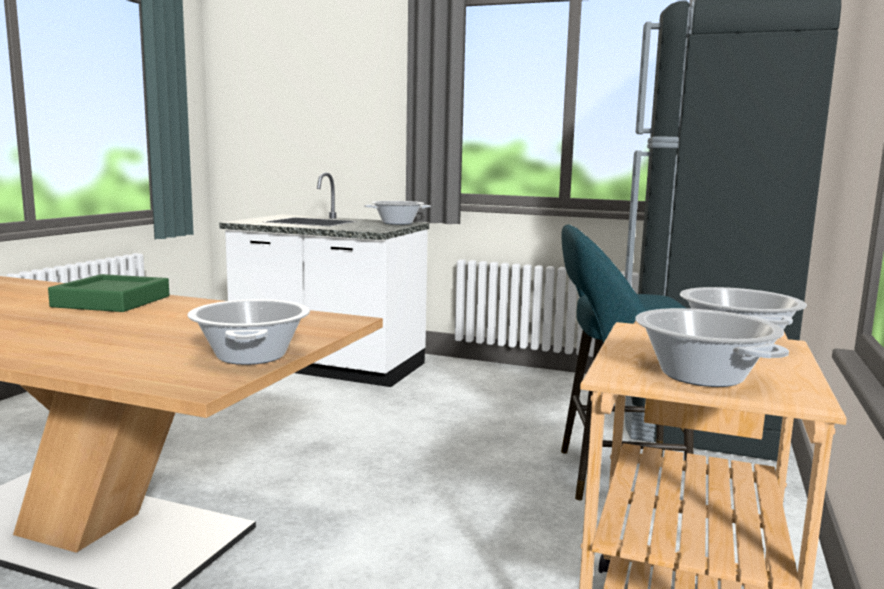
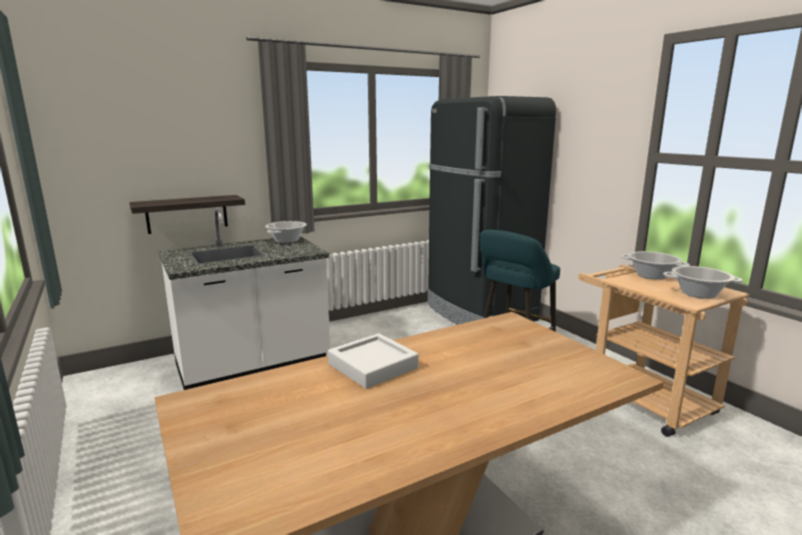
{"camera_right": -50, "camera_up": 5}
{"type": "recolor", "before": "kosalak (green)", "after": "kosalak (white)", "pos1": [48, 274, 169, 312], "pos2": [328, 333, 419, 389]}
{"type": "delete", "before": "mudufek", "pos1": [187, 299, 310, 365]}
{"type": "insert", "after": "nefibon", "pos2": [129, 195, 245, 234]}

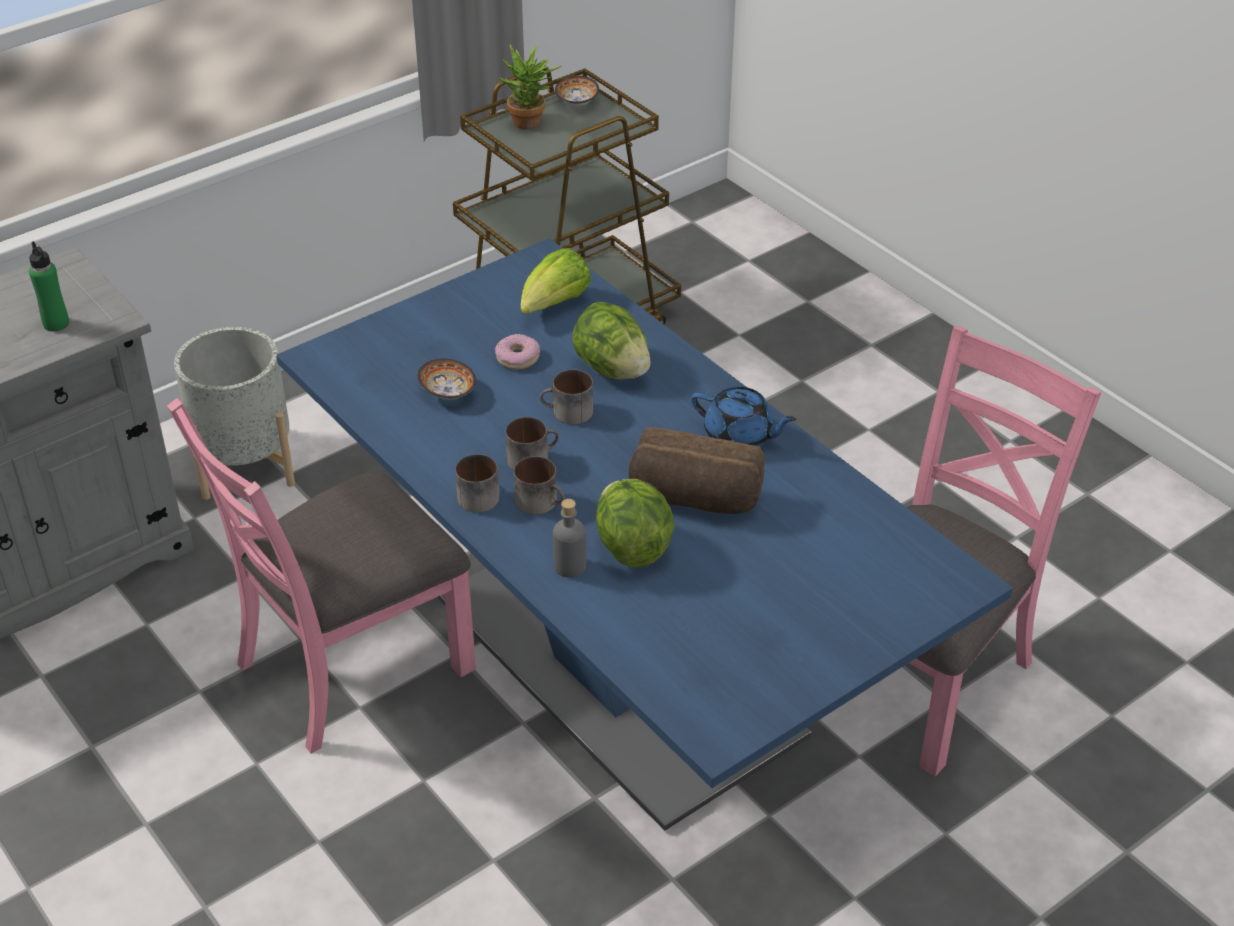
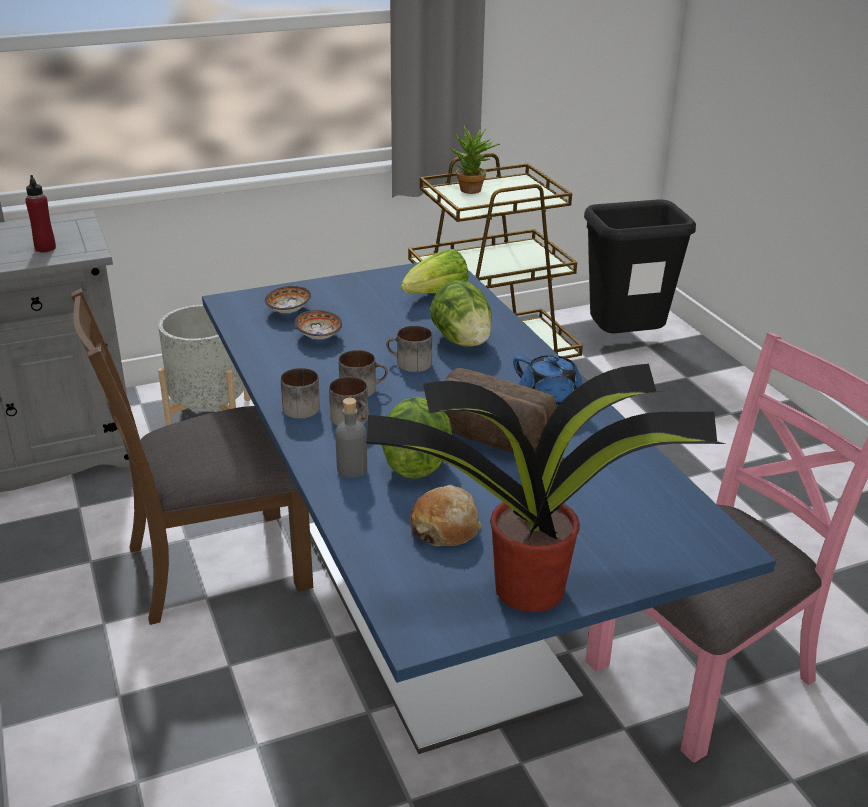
{"camera_right": 15, "camera_up": -10}
{"type": "move", "before": "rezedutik", "pos1": [555, 76, 599, 106], "pos2": [265, 286, 311, 313]}
{"type": "recolor", "before": "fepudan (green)", "after": "fepudan (red)", "pos1": [29, 241, 69, 331], "pos2": [25, 175, 56, 252]}
{"type": "delete", "before": "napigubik", "pos1": [495, 334, 540, 370]}
{"type": "recolor", "before": "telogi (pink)", "after": "telogi (brown)", "pos1": [167, 398, 476, 753], "pos2": [71, 288, 313, 625]}
{"type": "insert", "after": "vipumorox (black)", "pos2": [584, 199, 696, 333]}
{"type": "insert", "after": "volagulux", "pos2": [366, 364, 725, 612]}
{"type": "insert", "after": "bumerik", "pos2": [410, 485, 481, 546]}

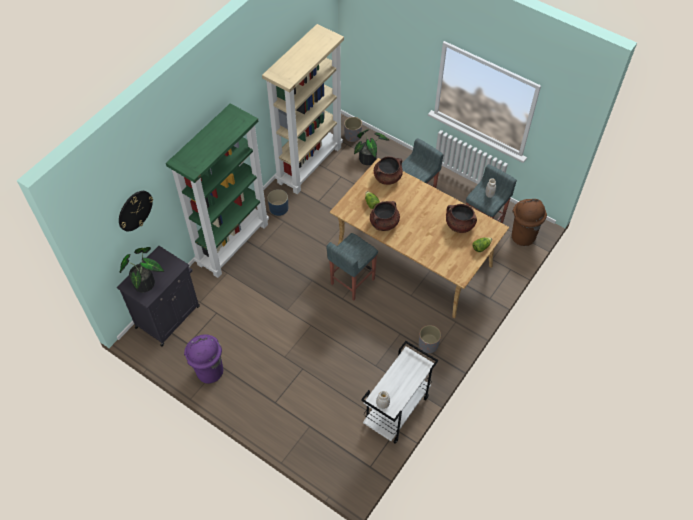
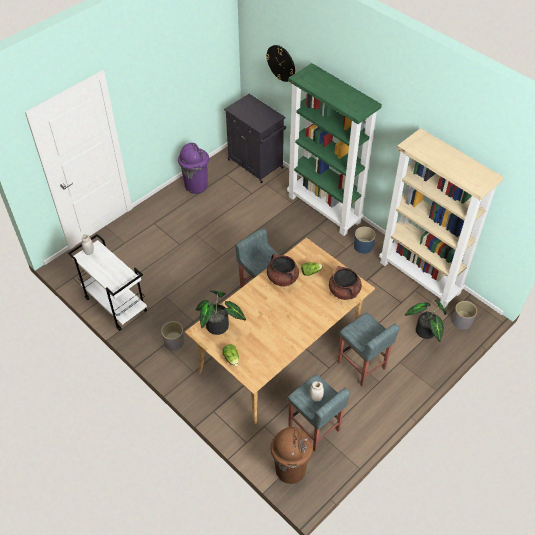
{"camera_right": 100, "camera_up": -5}
{"type": "delete", "before": "mudufek (brown)", "pos1": [446, 204, 477, 233]}
{"type": "move", "before": "volagulux", "pos1": [120, 247, 164, 292], "pos2": [195, 290, 246, 335]}

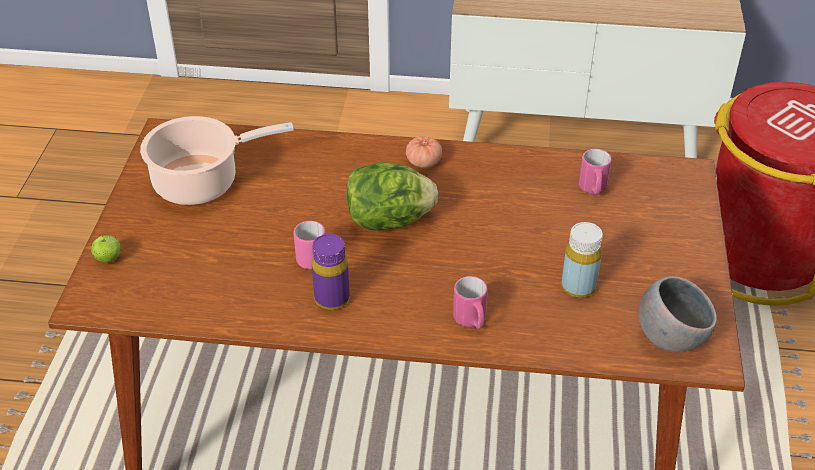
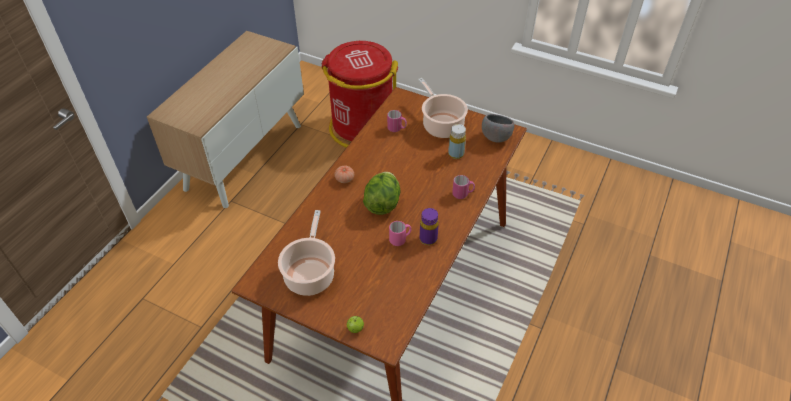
{"camera_right": -70, "camera_up": 5}
{"type": "insert", "after": "mudufek", "pos2": [418, 78, 468, 138]}

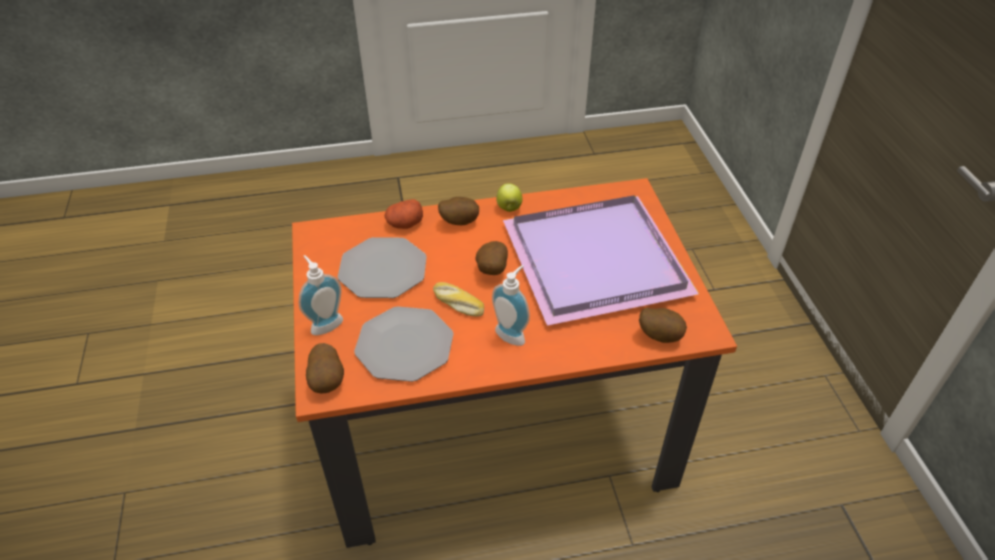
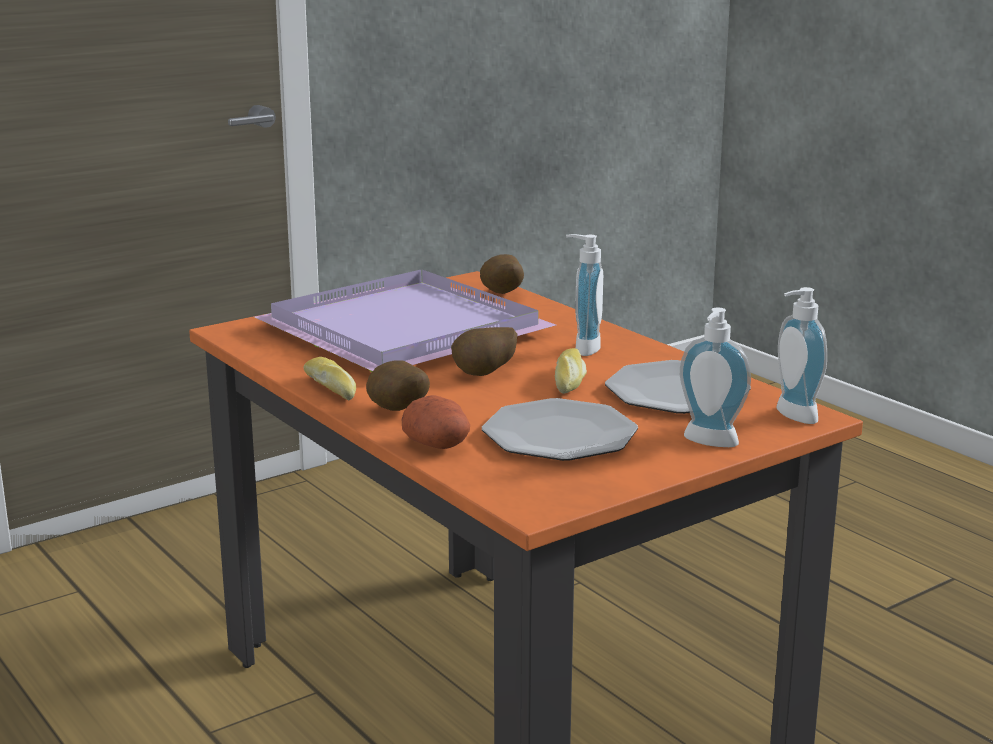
{"camera_right": -115, "camera_up": -25}
{"type": "replace", "before": "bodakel", "after": "bumerik", "pos1": [496, 183, 523, 212], "pos2": [304, 357, 356, 400]}
{"type": "replace", "before": "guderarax", "after": "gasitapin", "pos1": [306, 343, 344, 394], "pos2": [776, 287, 827, 424]}

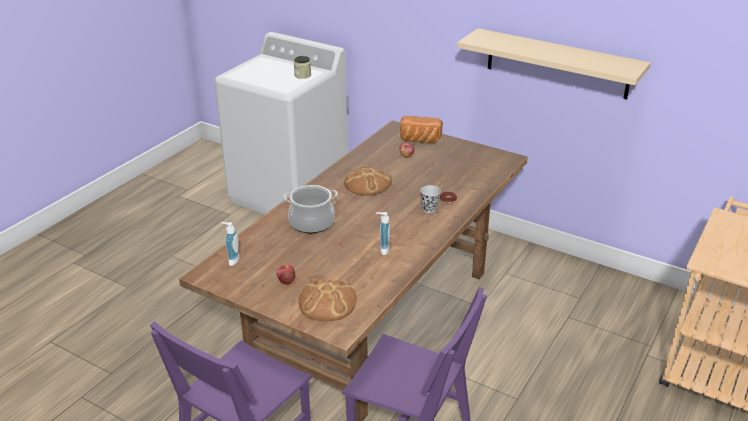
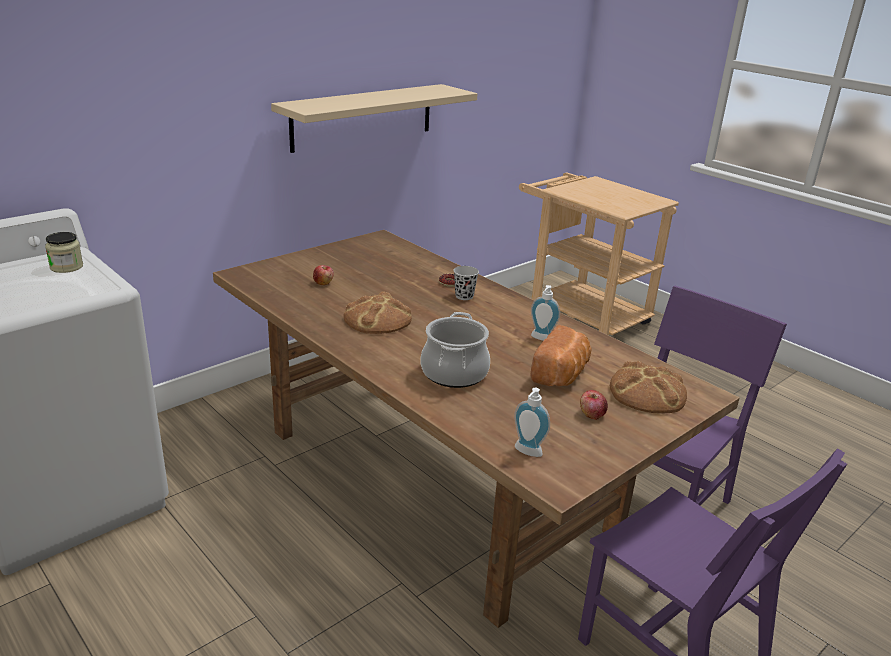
{"camera_right": -75, "camera_up": -5}
{"type": "move", "before": "bumerik", "pos1": [400, 116, 443, 143], "pos2": [531, 325, 592, 386]}

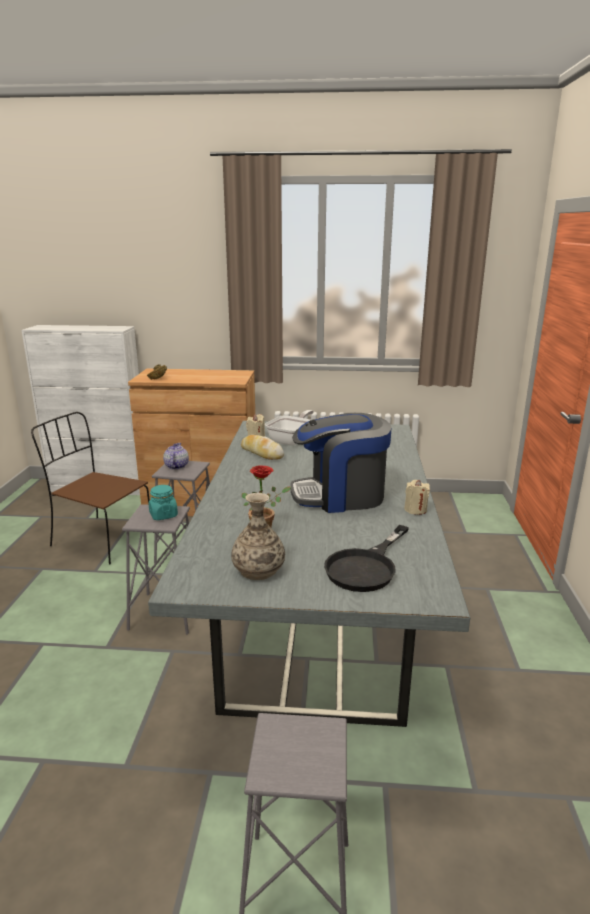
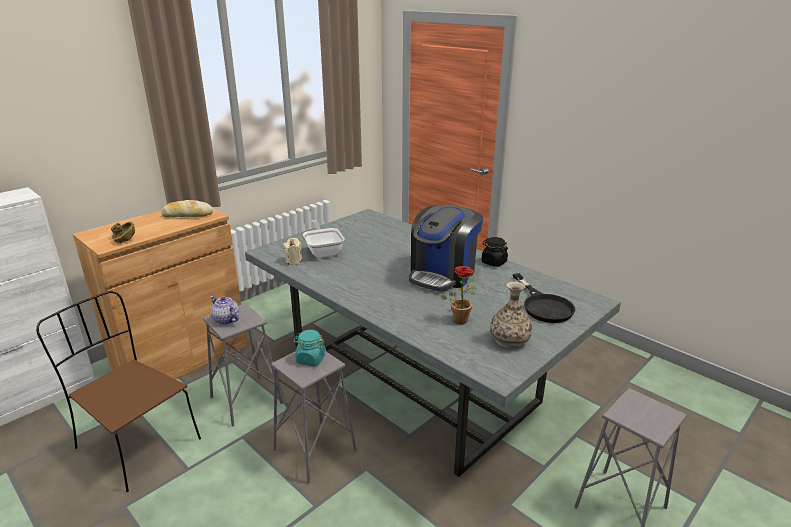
{"camera_right": -50, "camera_up": 5}
{"type": "rotate", "before": "telogi (brown)", "pos1": [31, 412, 150, 565], "pos2": [36, 291, 201, 492], "turn": 60}
{"type": "move", "before": "bumerik", "pos1": [241, 435, 284, 460], "pos2": [161, 200, 213, 218]}
{"type": "replace", "before": "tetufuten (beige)", "after": "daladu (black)", "pos1": [404, 480, 430, 515], "pos2": [481, 237, 508, 267]}

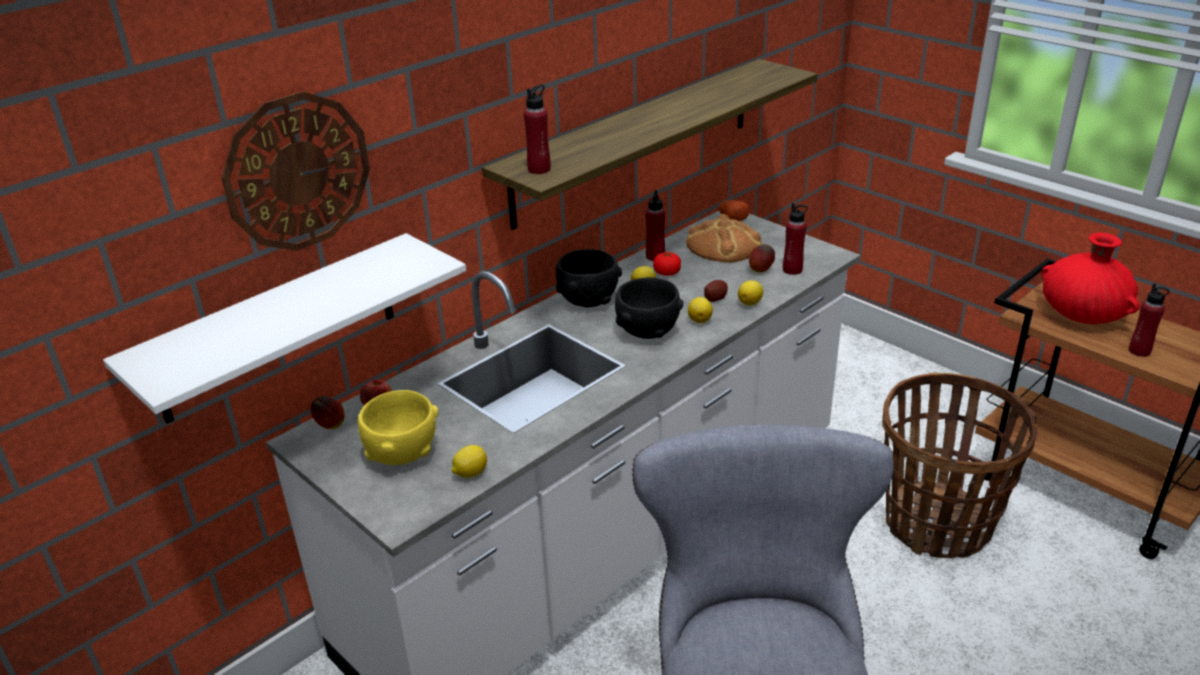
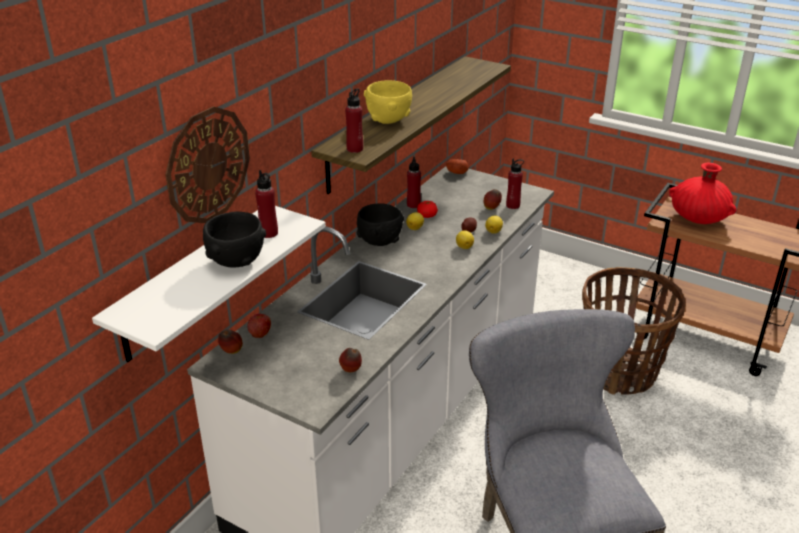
{"camera_right": -15, "camera_up": 0}
{"type": "delete", "before": "bumerik", "pos1": [686, 214, 762, 263]}
{"type": "move", "before": "rezedutik (black)", "pos1": [615, 277, 683, 339], "pos2": [203, 212, 266, 268]}
{"type": "move", "before": "fepudan (red)", "pos1": [1129, 283, 1170, 357], "pos2": [255, 170, 278, 238]}
{"type": "move", "before": "rezedutik (yellow)", "pos1": [358, 390, 438, 465], "pos2": [364, 80, 412, 124]}
{"type": "replace", "before": "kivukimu", "after": "bodakel", "pos1": [452, 445, 487, 478], "pos2": [339, 348, 362, 372]}

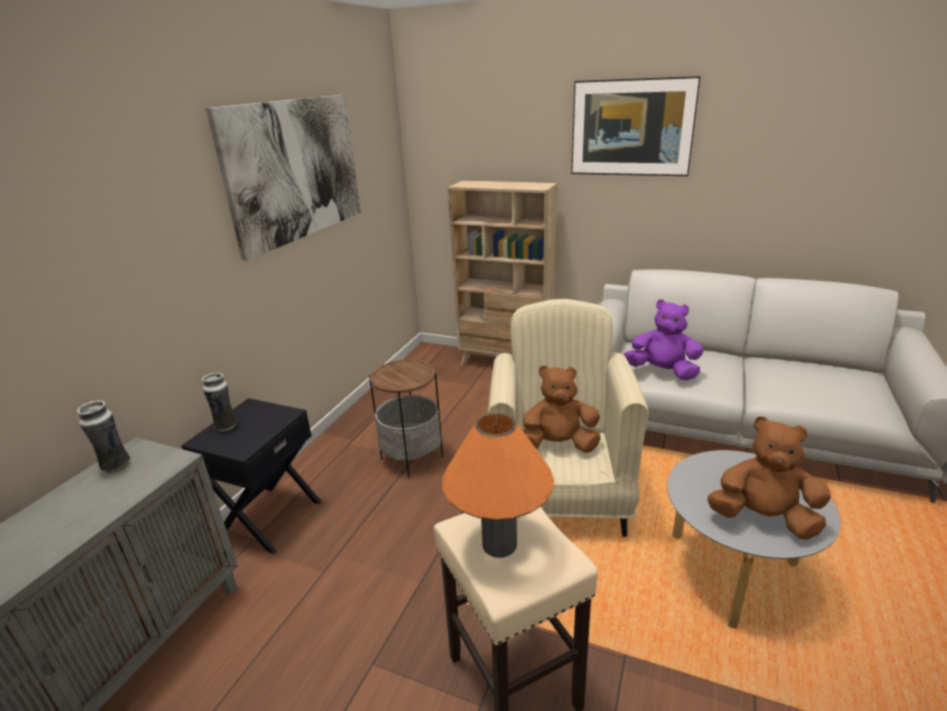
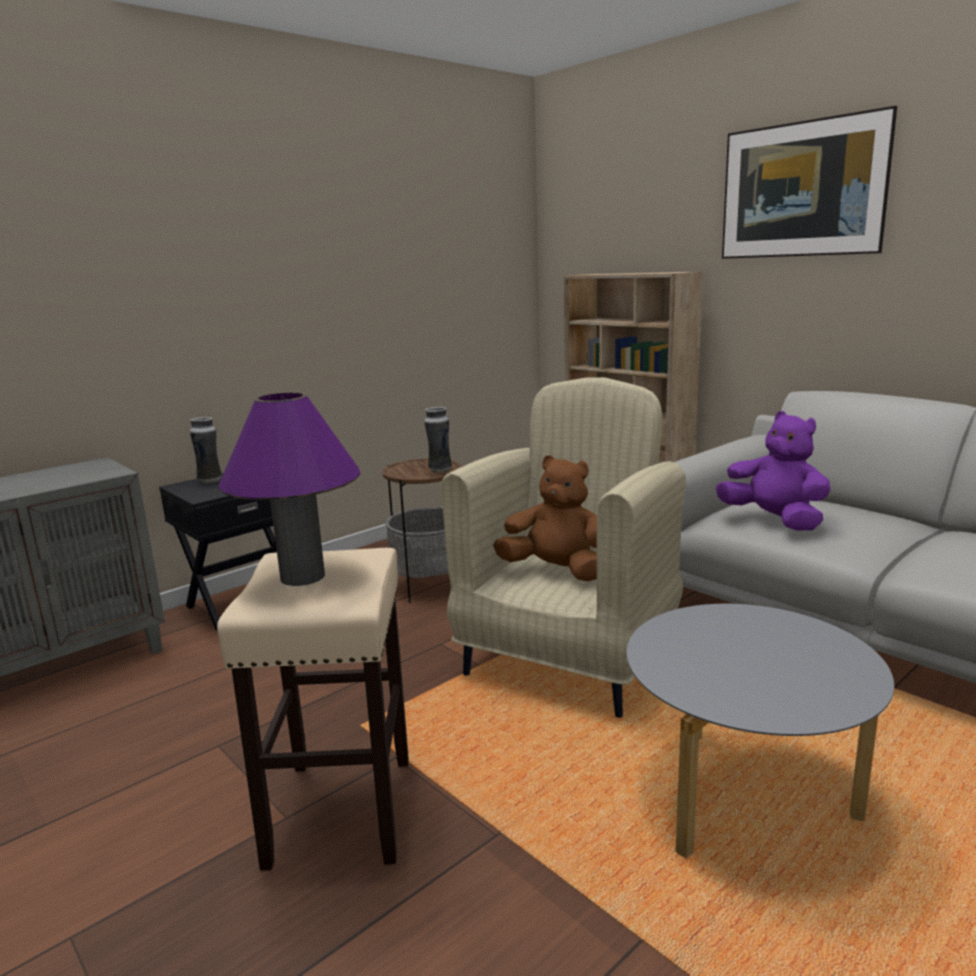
{"camera_right": 25, "camera_up": -10}
{"type": "delete", "before": "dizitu", "pos1": [206, 95, 361, 261]}
{"type": "move", "before": "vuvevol", "pos1": [77, 400, 130, 473], "pos2": [424, 407, 452, 473]}
{"type": "recolor", "before": "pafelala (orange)", "after": "pafelala (purple)", "pos1": [442, 413, 554, 558], "pos2": [218, 392, 360, 586]}
{"type": "delete", "before": "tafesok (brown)", "pos1": [707, 416, 831, 540]}

